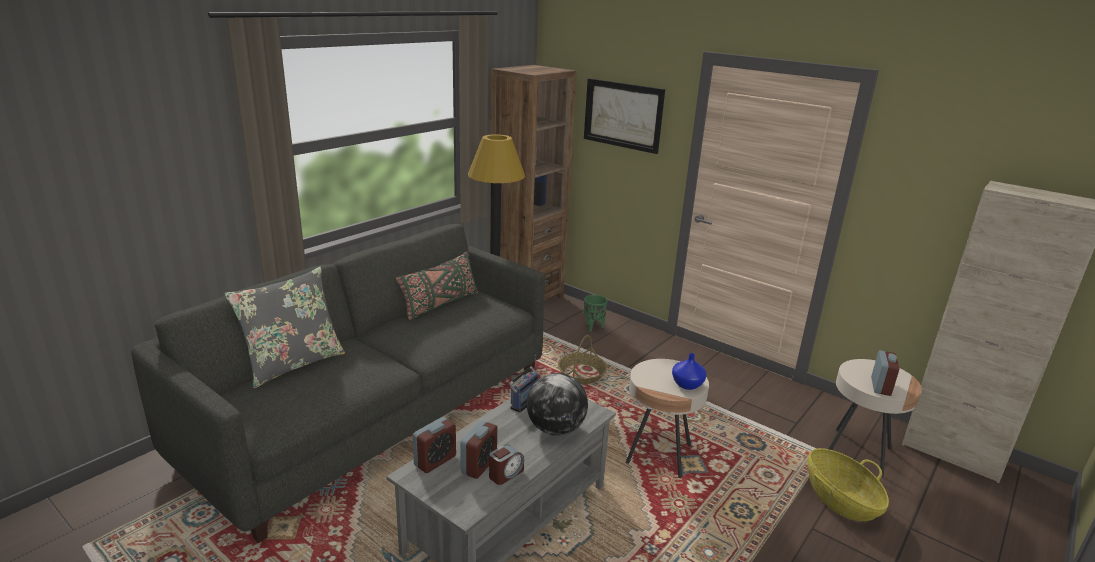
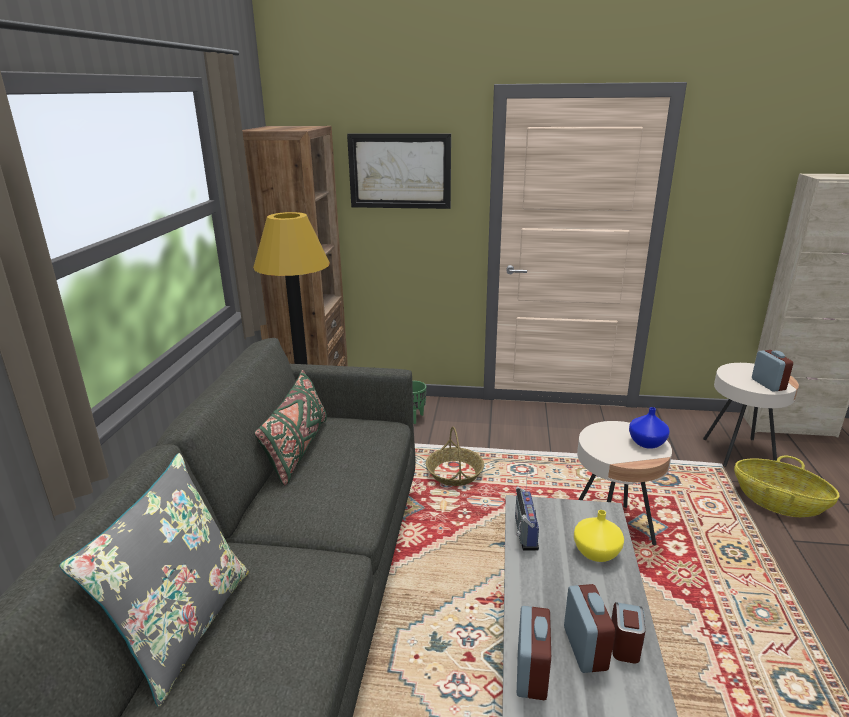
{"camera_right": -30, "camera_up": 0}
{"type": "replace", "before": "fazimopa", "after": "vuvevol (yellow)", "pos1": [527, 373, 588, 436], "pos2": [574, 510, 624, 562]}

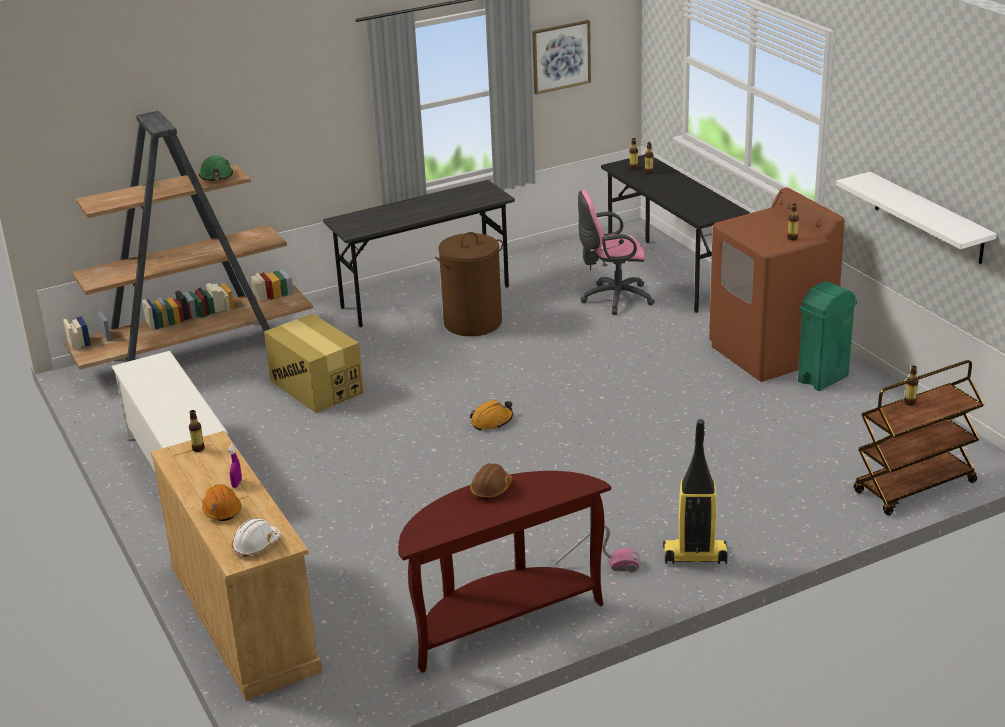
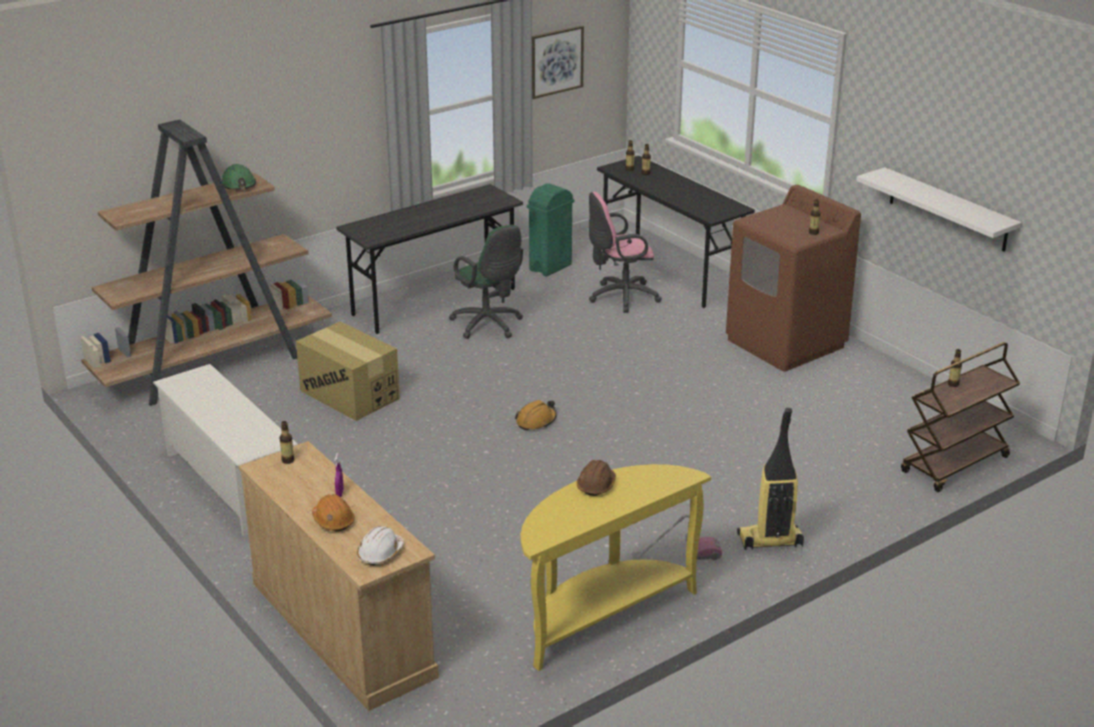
{"camera_right": -10, "camera_up": 0}
{"type": "replace", "before": "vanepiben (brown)", "after": "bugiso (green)", "pos1": [435, 232, 503, 336], "pos2": [449, 225, 523, 339]}
{"type": "move", "before": "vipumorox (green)", "pos1": [798, 281, 857, 391], "pos2": [527, 184, 574, 277]}
{"type": "recolor", "before": "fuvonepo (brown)", "after": "fuvonepo (yellow)", "pos1": [398, 471, 611, 673], "pos2": [520, 464, 711, 671]}

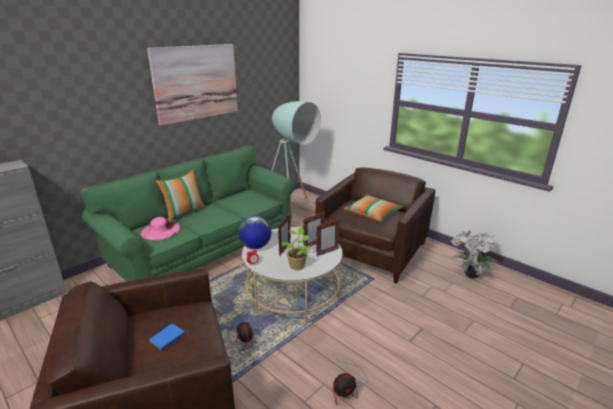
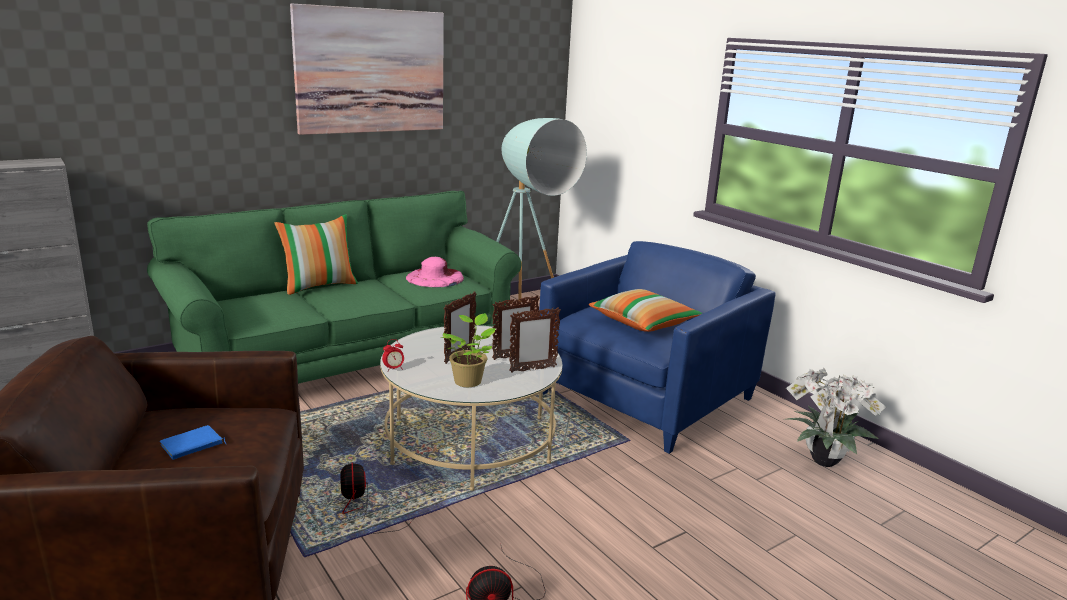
{"camera_right": 10, "camera_up": -5}
{"type": "recolor", "before": "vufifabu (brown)", "after": "vufifabu (blue)", "pos1": [315, 168, 436, 284], "pos2": [539, 241, 776, 454]}
{"type": "delete", "before": "fazimopa", "pos1": [238, 216, 272, 249]}
{"type": "move", "before": "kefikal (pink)", "pos1": [141, 217, 181, 240], "pos2": [406, 257, 464, 287]}

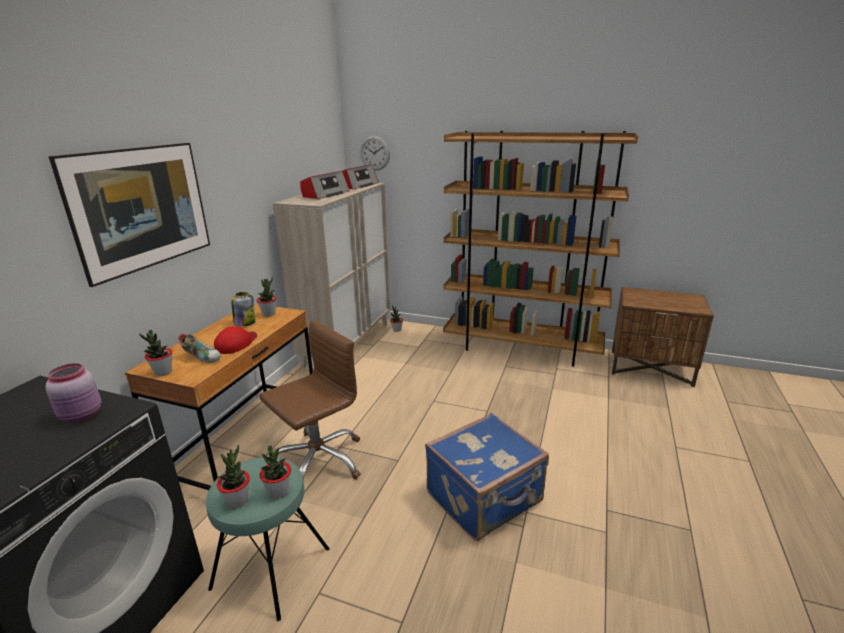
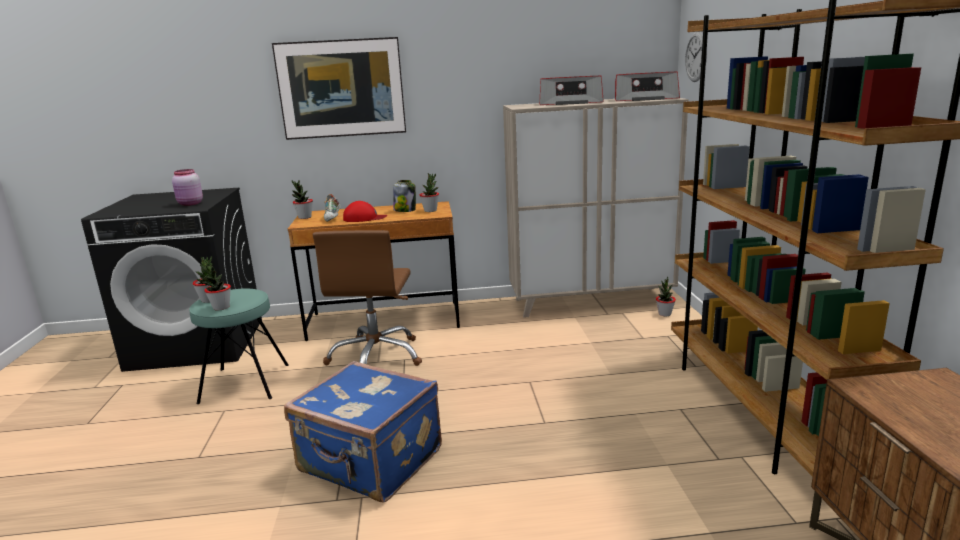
{"camera_right": 65, "camera_up": -5}
{"type": "rotate", "before": "bugiso (brown)", "pos1": [259, 320, 361, 481], "pos2": [313, 230, 422, 366], "turn": 75}

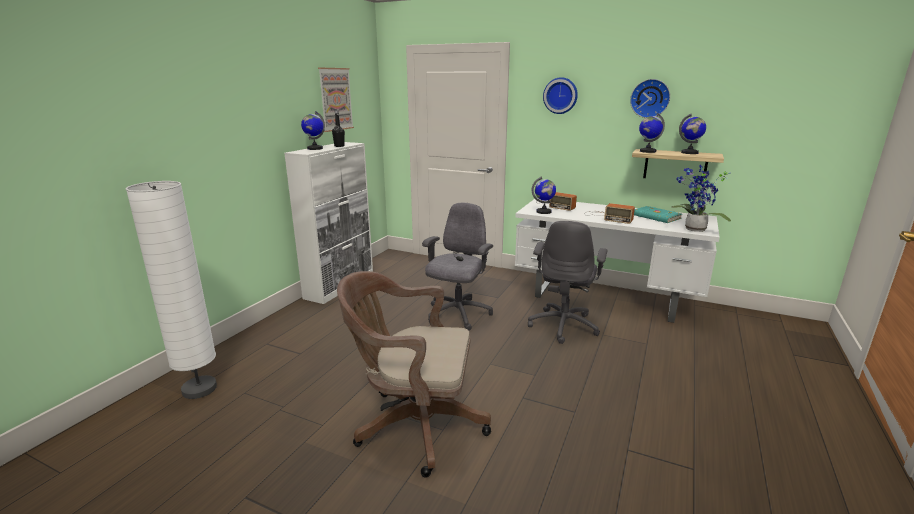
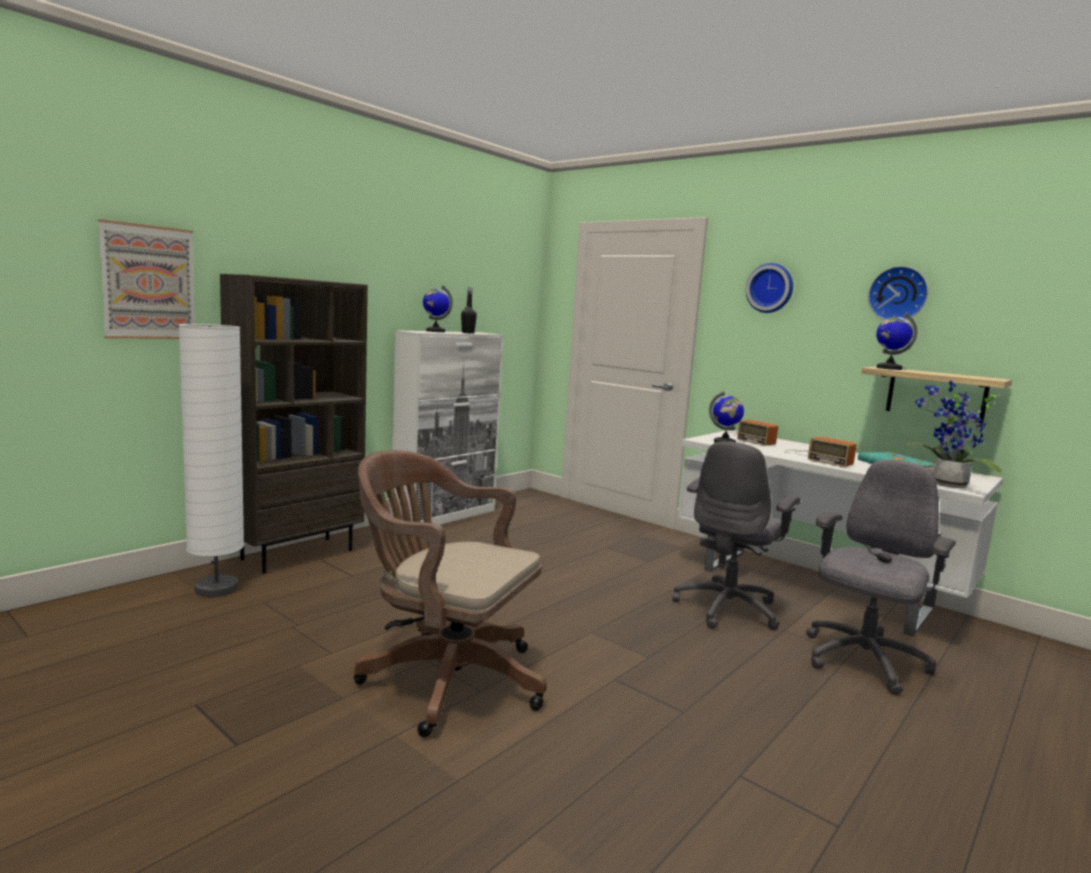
{"camera_right": 15, "camera_up": -10}
{"type": "move", "before": "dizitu", "pos1": [318, 68, 354, 132], "pos2": [98, 219, 195, 339]}
{"type": "delete", "before": "fazimopa", "pos1": [679, 114, 706, 154]}
{"type": "move", "before": "bugiso (grey)", "pos1": [422, 203, 493, 330], "pos2": [806, 459, 956, 695]}
{"type": "insert", "after": "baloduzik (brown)", "pos2": [220, 274, 368, 574]}

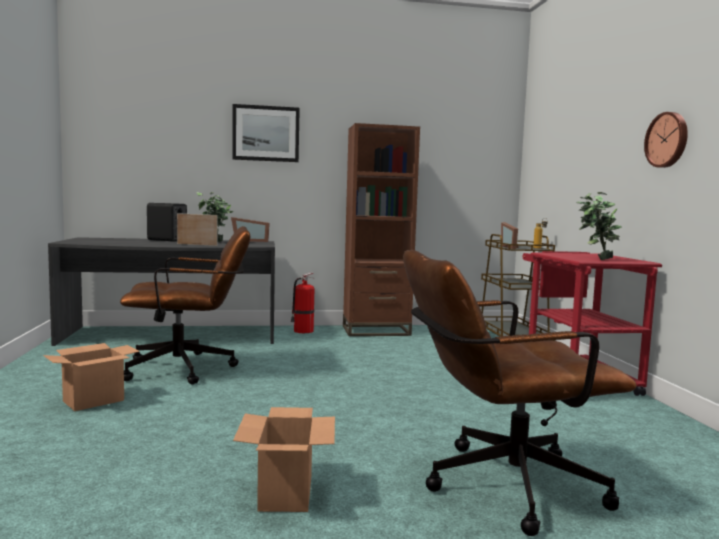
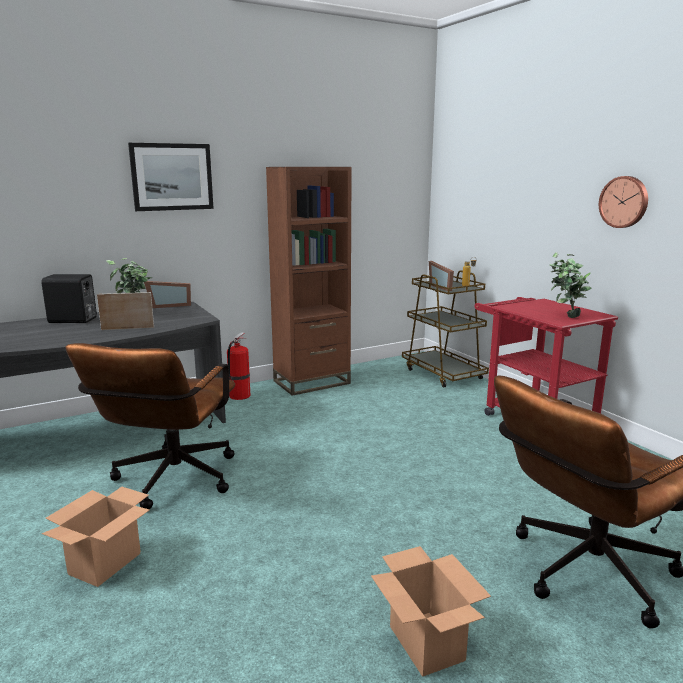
{"camera_right": -20, "camera_up": 10}
{"type": "rotate", "before": "bugiso (brown)", "pos1": [120, 226, 250, 384], "pos2": [65, 343, 235, 509], "turn": 135}

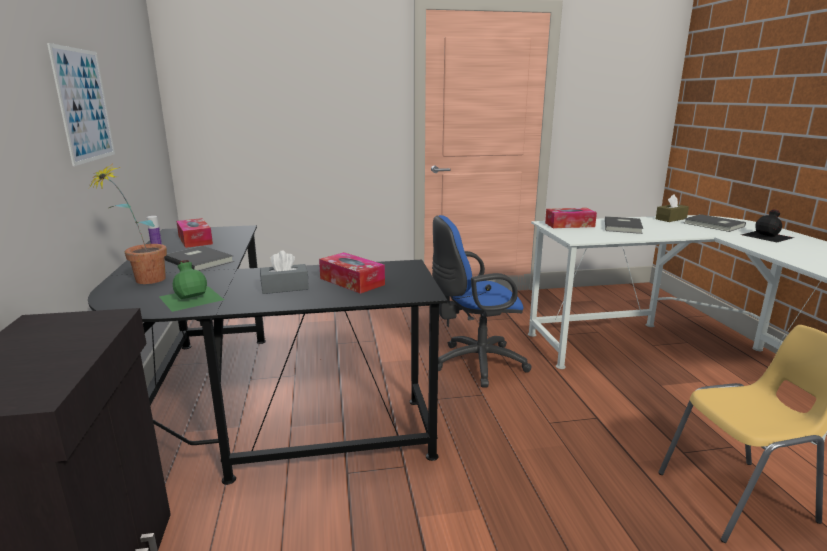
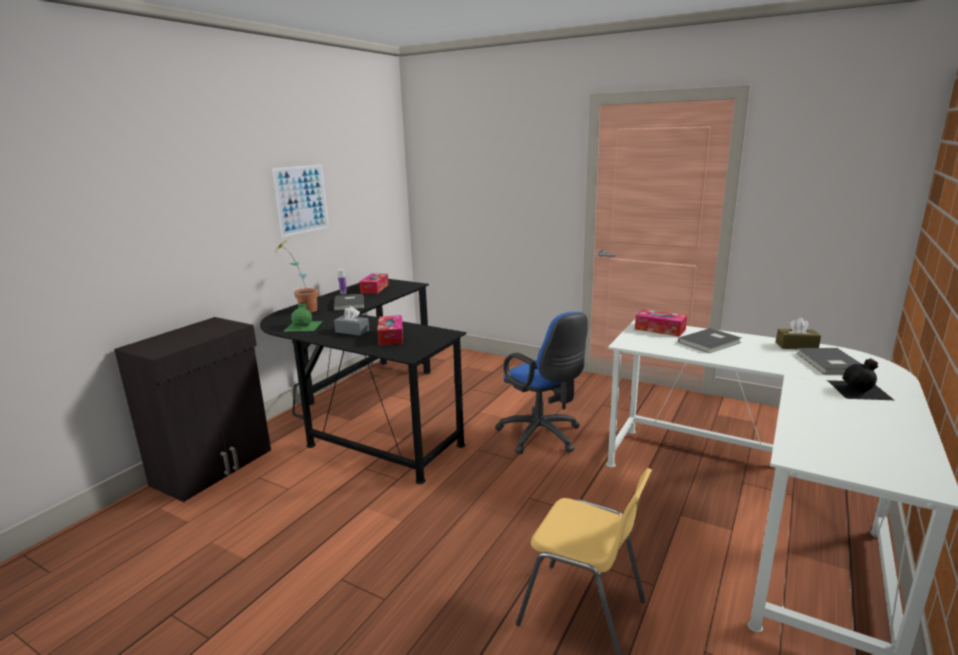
{"camera_right": 40, "camera_up": 0}
{"type": "rotate", "before": "bugiso (blue)", "pos1": [432, 215, 532, 387], "pos2": [495, 312, 588, 454], "turn": -150}

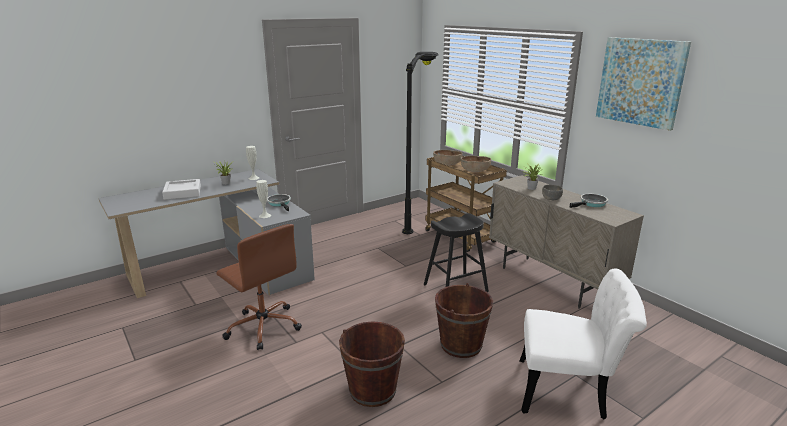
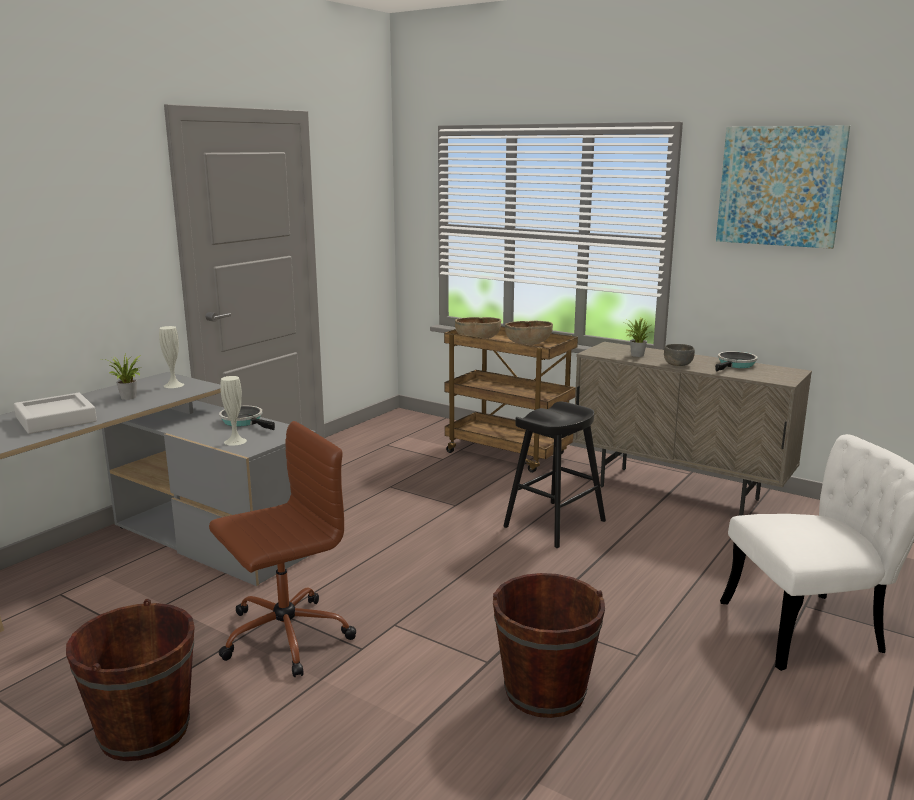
{"camera_right": -20, "camera_up": -5}
{"type": "delete", "before": "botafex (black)", "pos1": [402, 52, 439, 234]}
{"type": "rotate", "before": "bugiso (brown)", "pos1": [216, 224, 302, 350], "pos2": [209, 421, 356, 677], "turn": -60}
{"type": "move", "before": "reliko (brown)", "pos1": [435, 283, 493, 358], "pos2": [66, 599, 195, 761]}

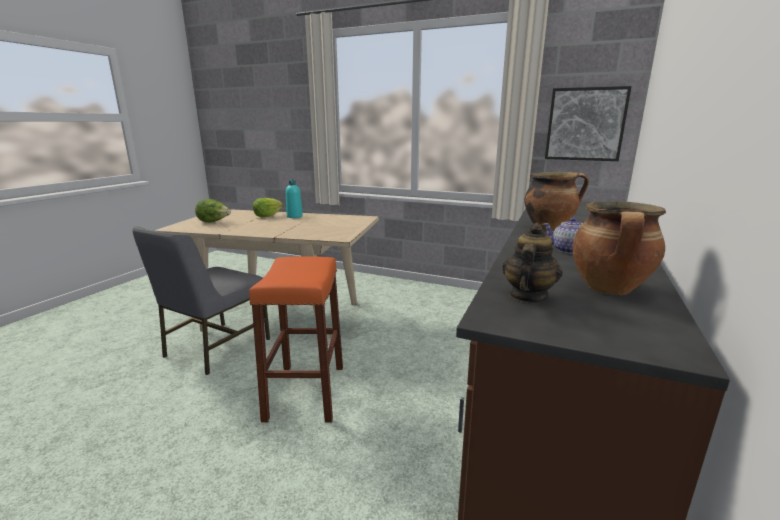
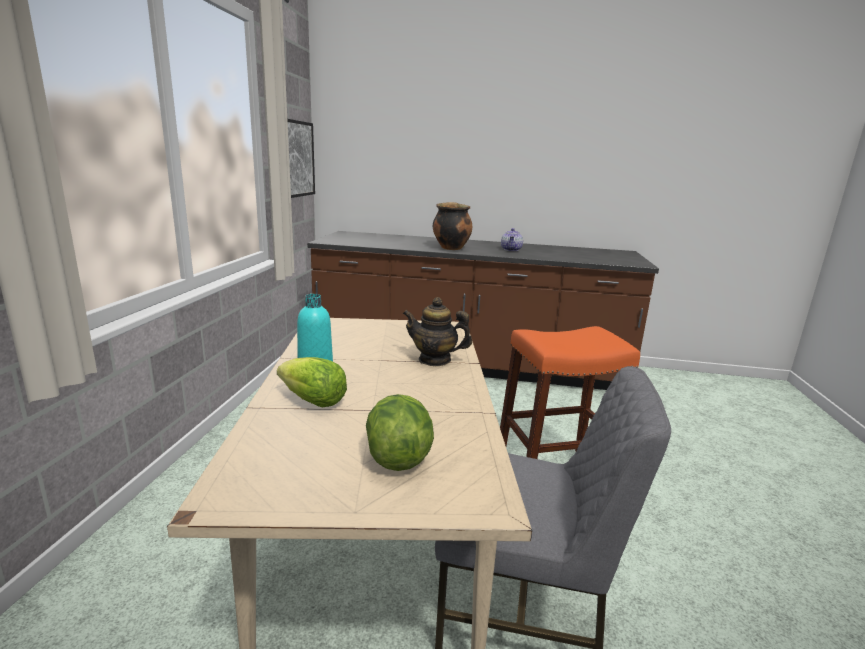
{"camera_right": -105, "camera_up": 0}
{"type": "delete", "before": "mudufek", "pos1": [573, 201, 666, 295]}
{"type": "move", "before": "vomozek", "pos1": [502, 223, 563, 302], "pos2": [403, 297, 472, 366]}

